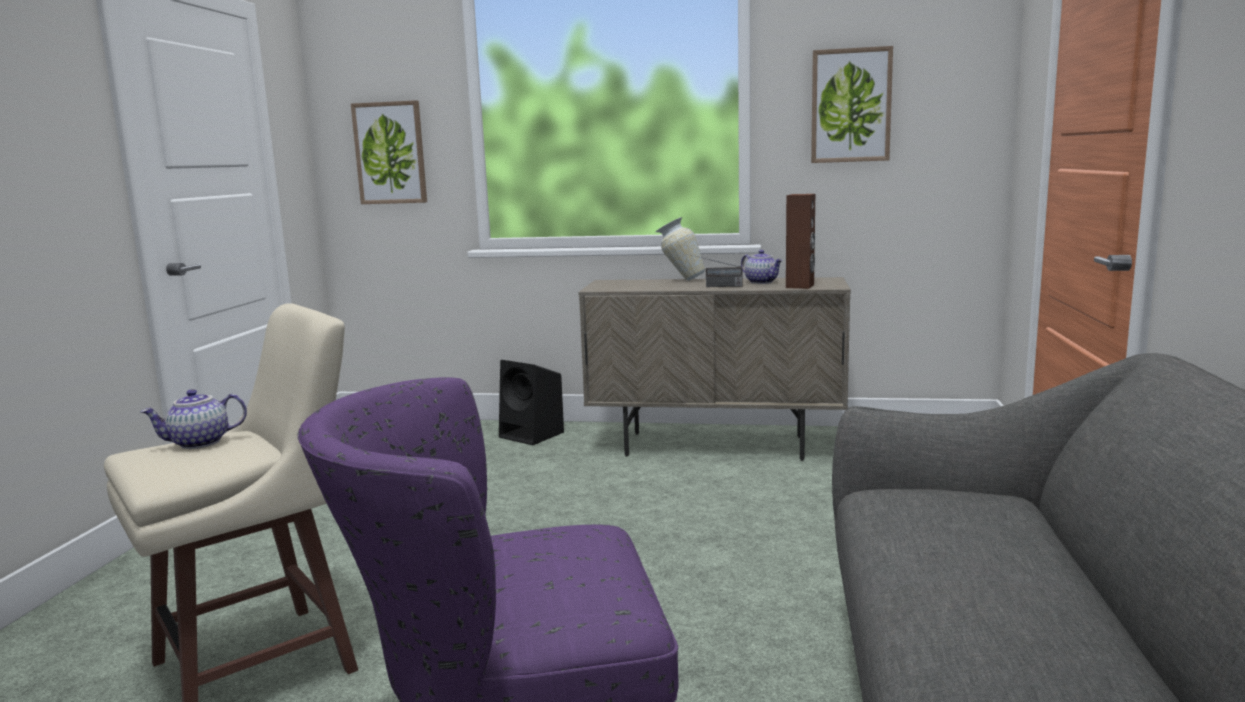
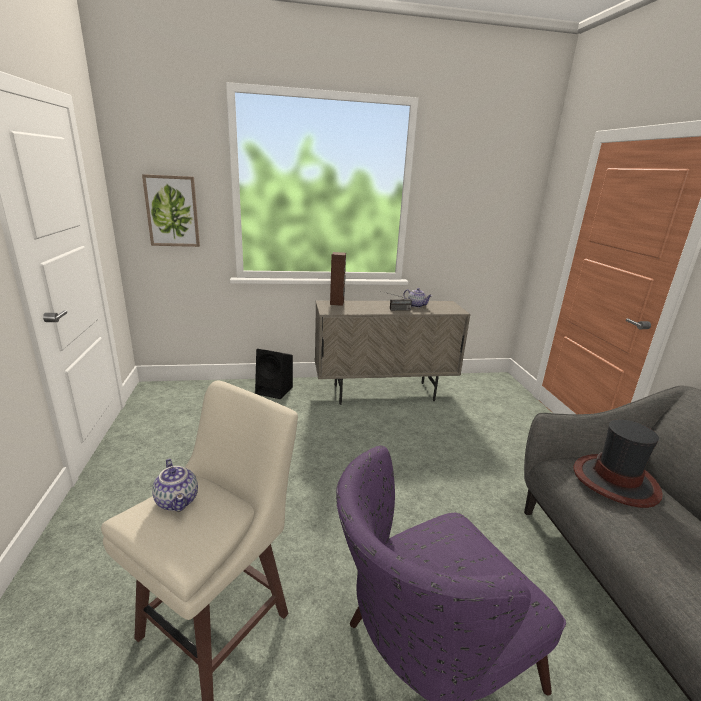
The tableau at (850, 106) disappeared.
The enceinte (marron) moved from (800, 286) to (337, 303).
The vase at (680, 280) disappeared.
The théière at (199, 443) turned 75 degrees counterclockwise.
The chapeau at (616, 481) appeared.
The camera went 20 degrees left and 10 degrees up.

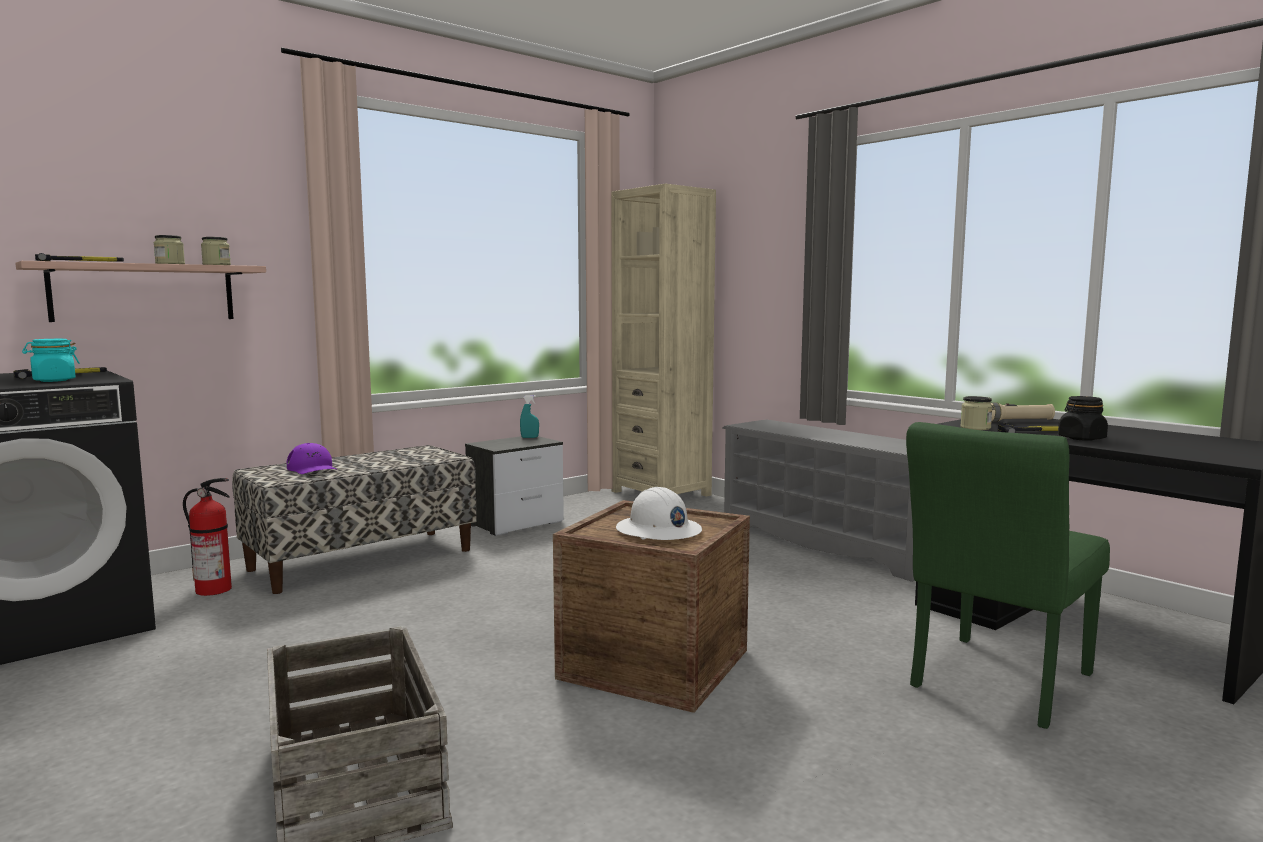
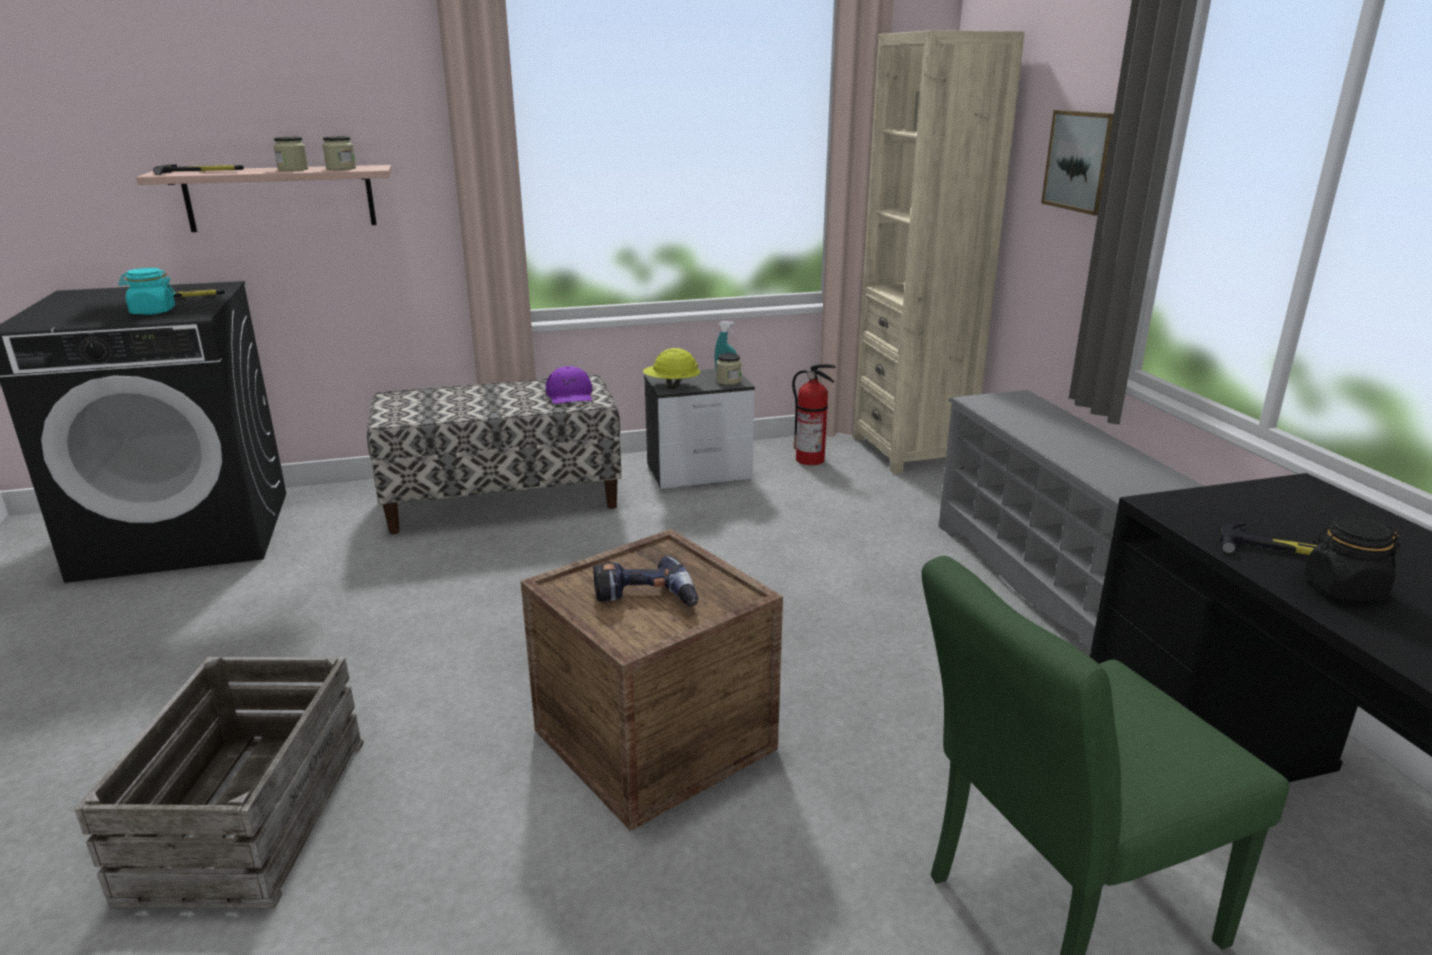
The bocal moved from (975, 428) to (728, 381).
The lampe de poche (beige) at (1016, 421) disappeared.
The casquette (violet) moved from (312, 468) to (570, 395).
The extincteur moved from (215, 589) to (811, 460).
The casque de chantier (blanc) at (658, 531) was replaced by the perceuse at (645, 600).
The tableau at (1084, 161) appeared.
The casque de chantier (jaune) at (671, 386) appeared.
The camera went 25 degrees right and 15 degrees up.

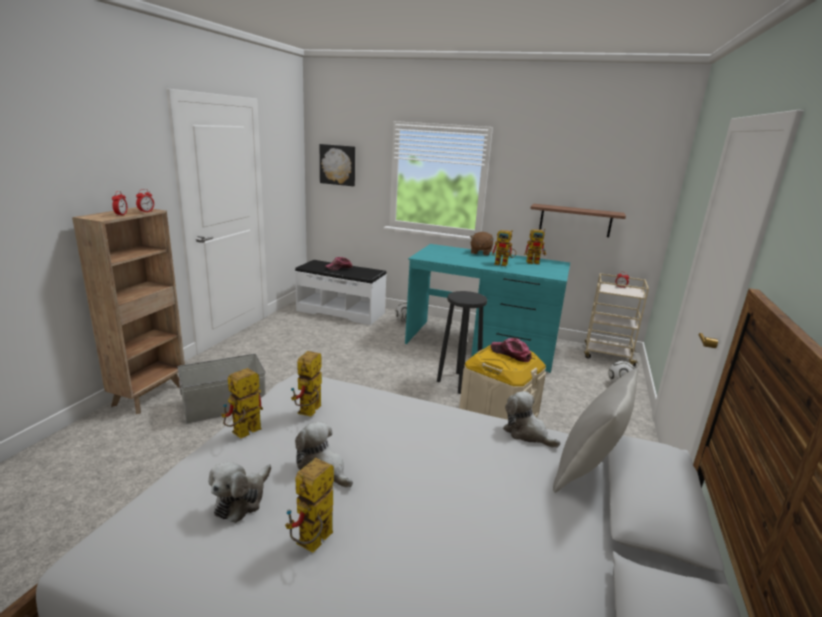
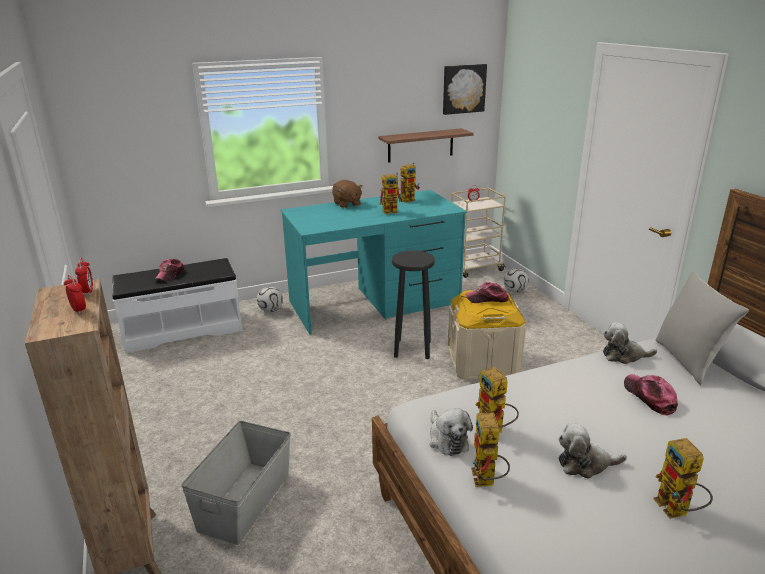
The tableau moved from (338, 165) to (463, 89).
The peluche moved from (242, 499) to (447, 439).
The casquette at (649, 397) appeared.
The camera went 40 degrees left and 5 degrees up.

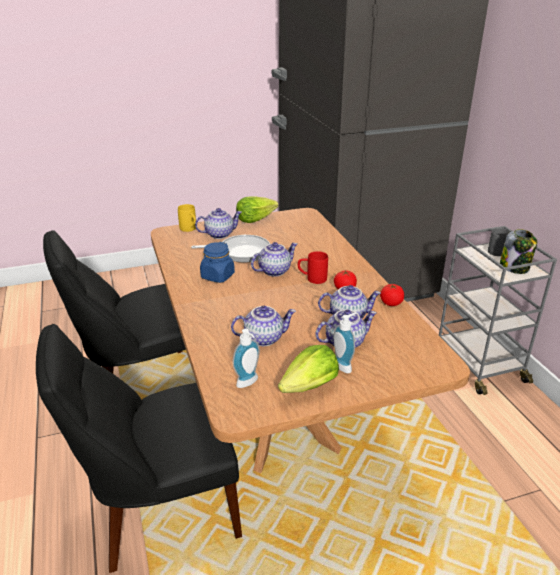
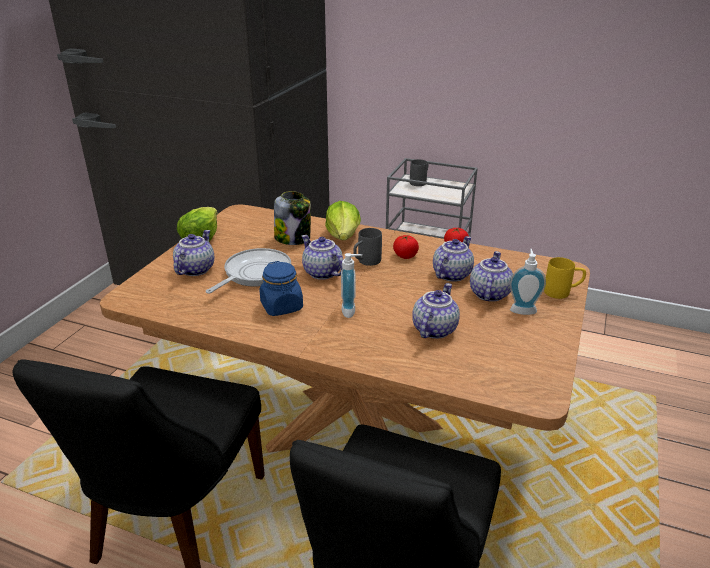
The mug (jaune) moved from (190, 229) to (562, 292).
The bocal moved from (515, 267) to (293, 238).
The théière at (274, 271) turned 45 degrees counterclockwise.
The mug (rouge) at (312, 279) became the mug (gris) at (365, 262).
The distributeur de savon moved from (249, 383) to (351, 310).
The laitue moved from (310, 386) to (343, 236).
The camera went 50 degrees left and 0 degrees up.

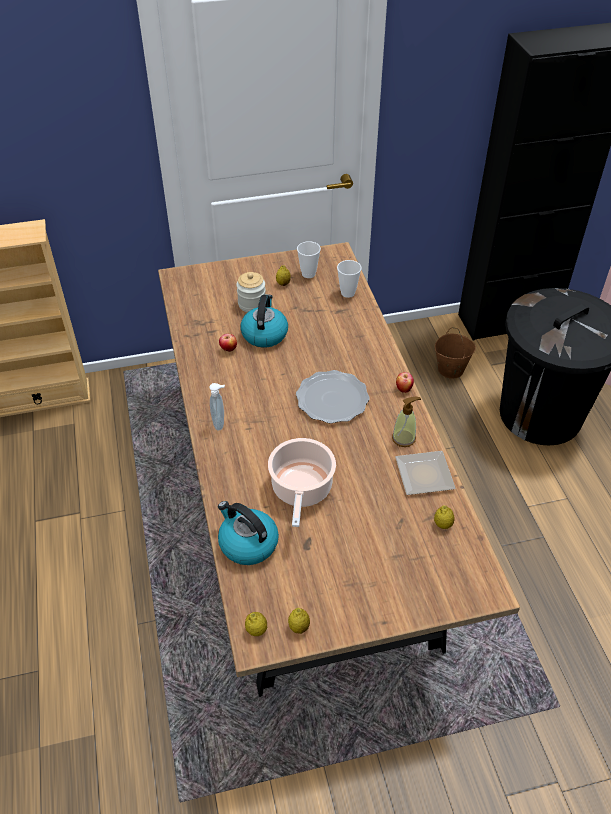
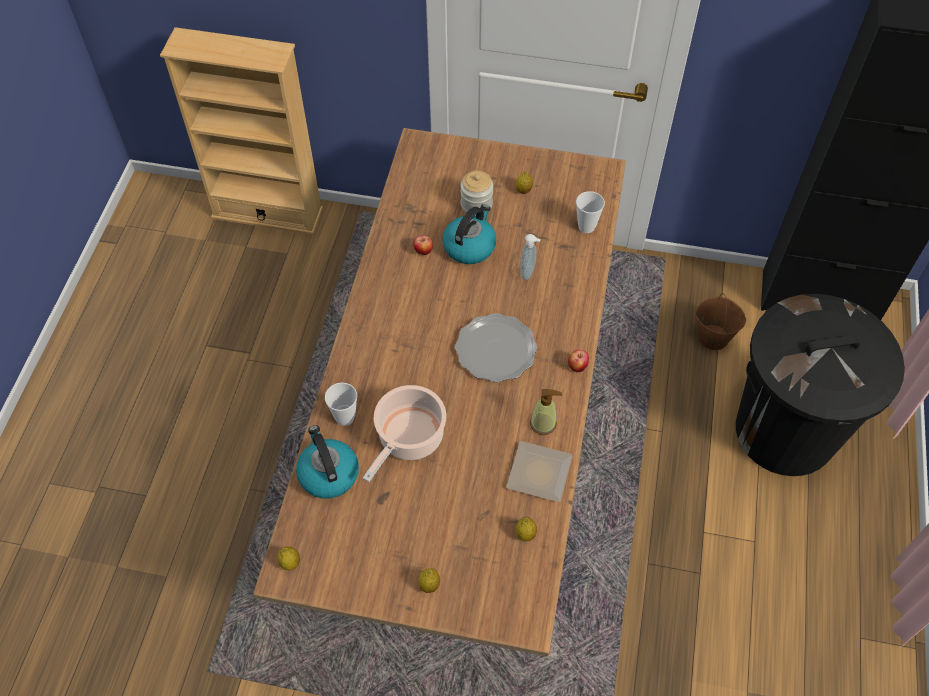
The tasse moved from (308, 274) to (345, 417).
The distributeur de savon moved from (220, 423) to (528, 272).
The citron moved from (299, 627) to (429, 585).
The camera went 25 degrees right and 10 degrees up.

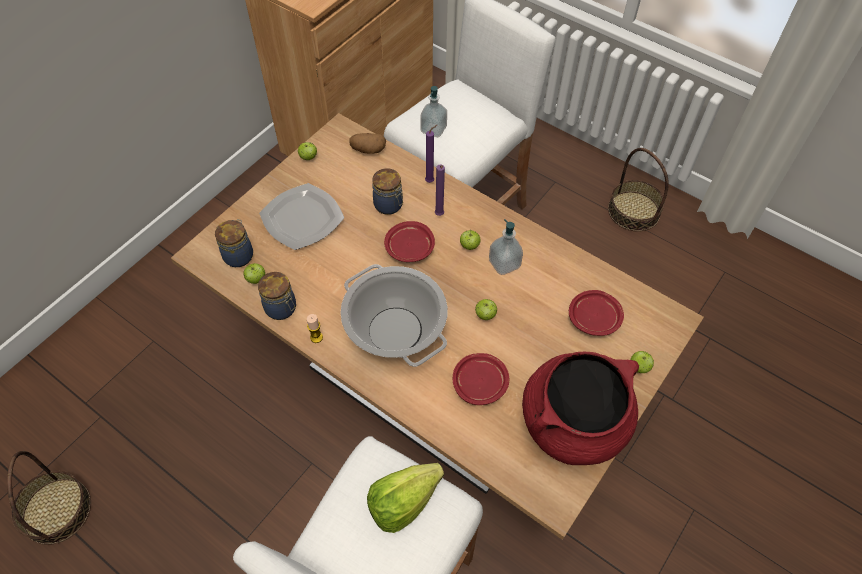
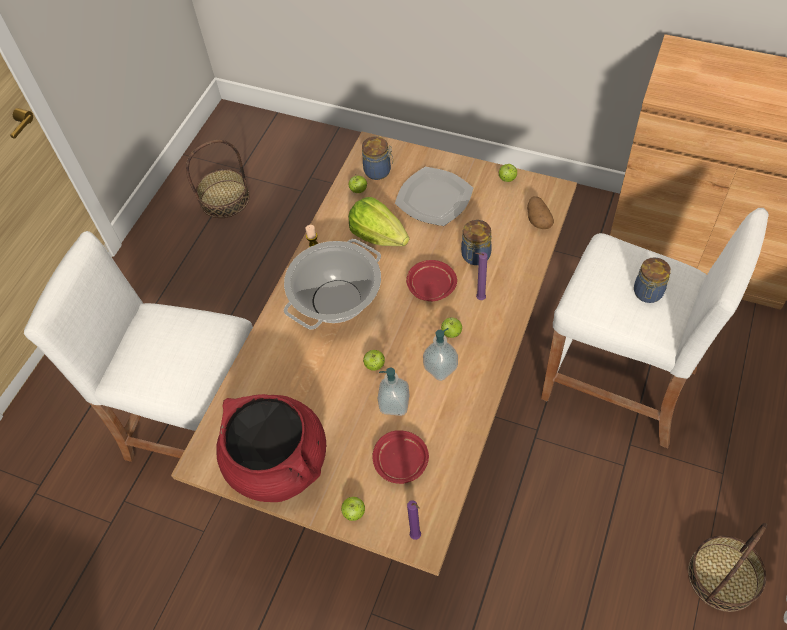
The distributeur de savon moved from (433, 129) to (394, 404).
The bougie (violet) moved from (431, 181) to (416, 537).
The bocal moved from (282, 309) to (647, 293).
The assiette (rouge) at (480, 383) disappeared.
The laitue moved from (403, 502) to (378, 235).
The camera went 80 degrees right and 0 degrees up.

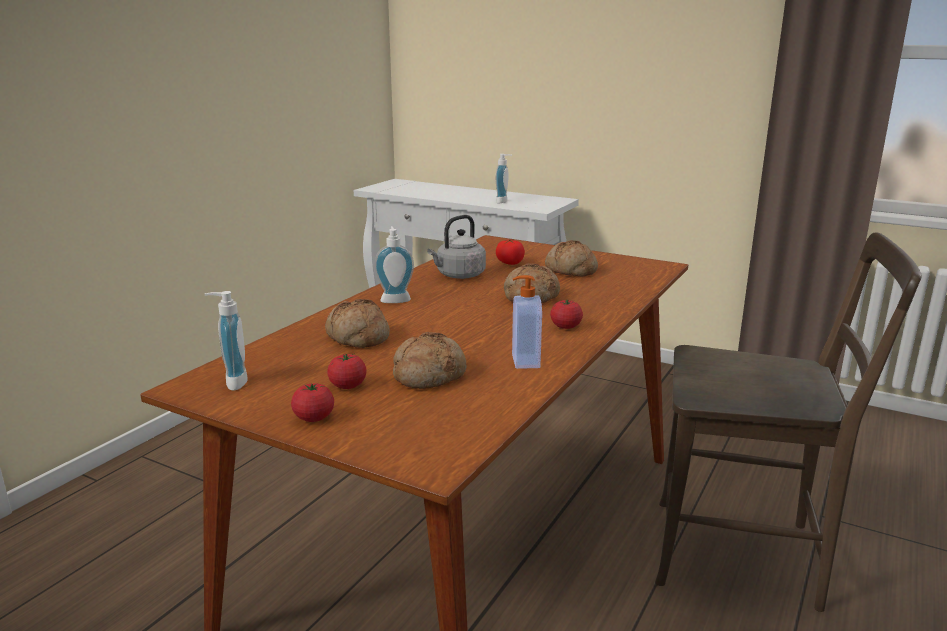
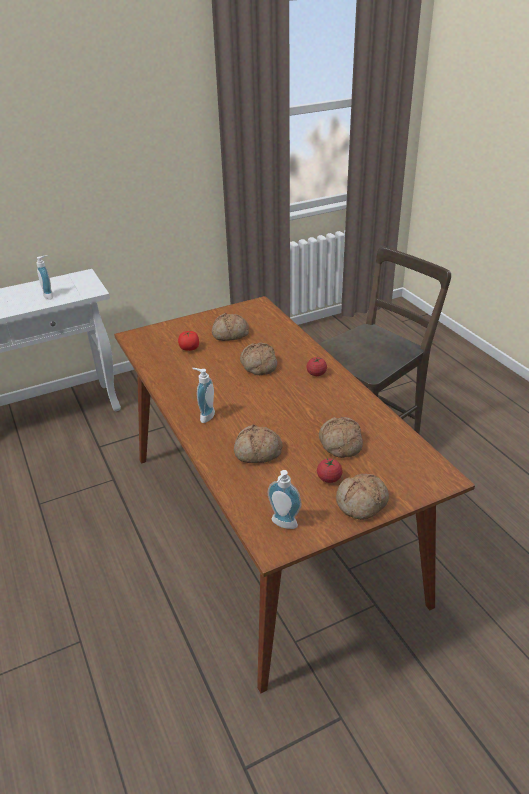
The bouilloire (gris) at (459, 275) disappeared.
The distributeur de savon at (524, 362) disappeared.
The tomate at (314, 418) was replaced by the pain at (362, 503).
The camera went 55 degrees left and 15 degrees up.

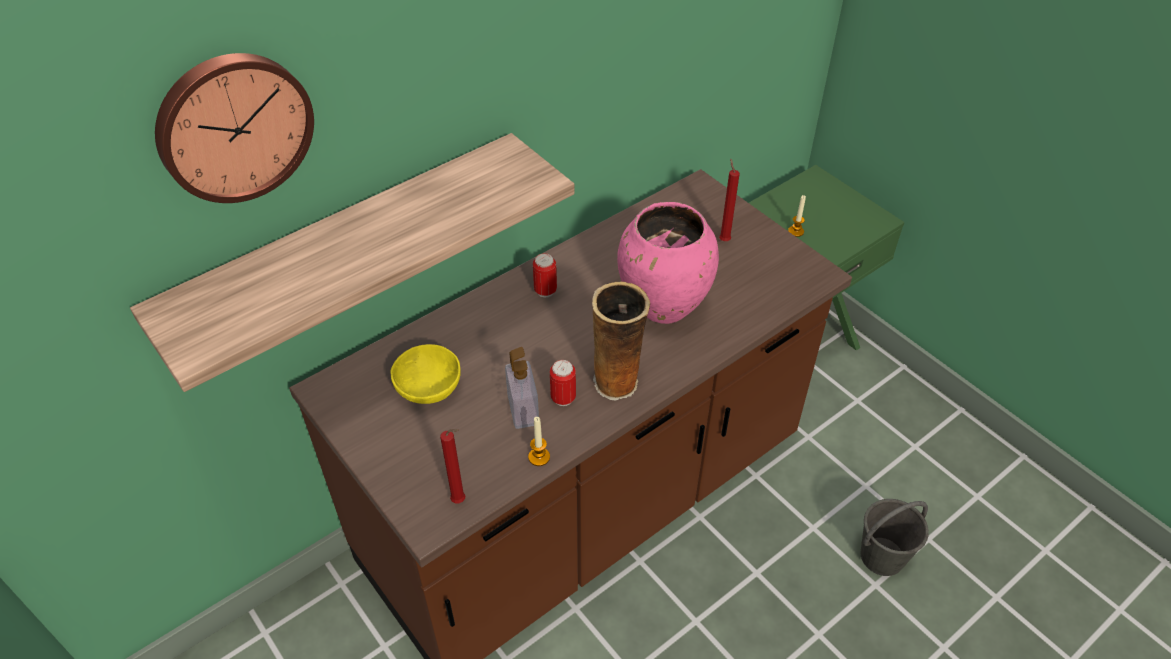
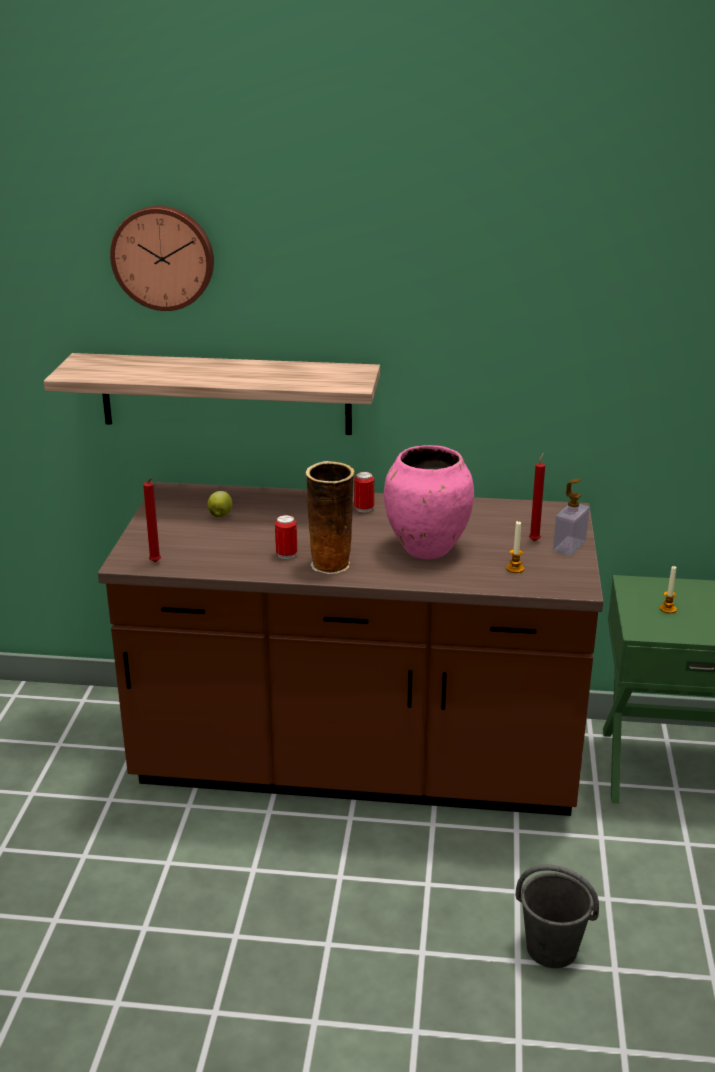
The bol (jaune) at (428, 389) was replaced by the pomme at (220, 515).
The distributeur de savon moved from (523, 410) to (569, 546).
The bougie moved from (539, 457) to (515, 568).
The camera went 45 degrees right and 20 degrees down.

